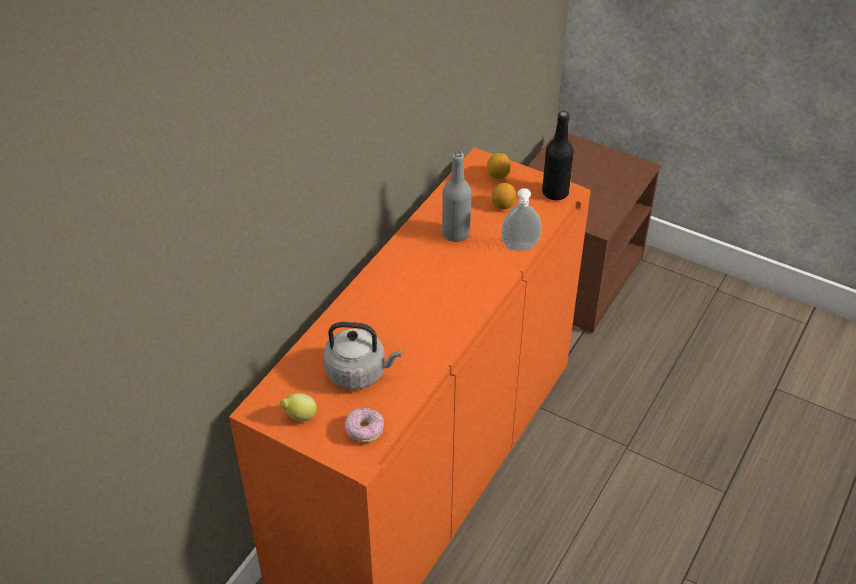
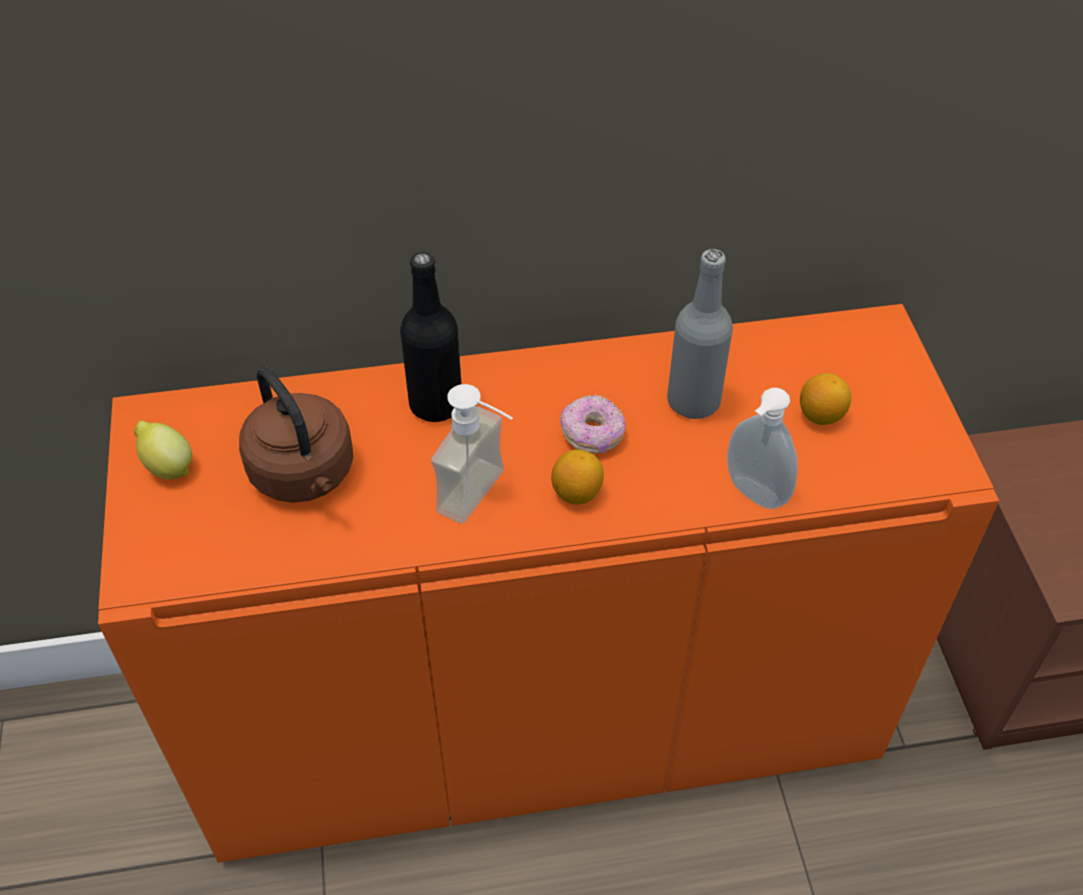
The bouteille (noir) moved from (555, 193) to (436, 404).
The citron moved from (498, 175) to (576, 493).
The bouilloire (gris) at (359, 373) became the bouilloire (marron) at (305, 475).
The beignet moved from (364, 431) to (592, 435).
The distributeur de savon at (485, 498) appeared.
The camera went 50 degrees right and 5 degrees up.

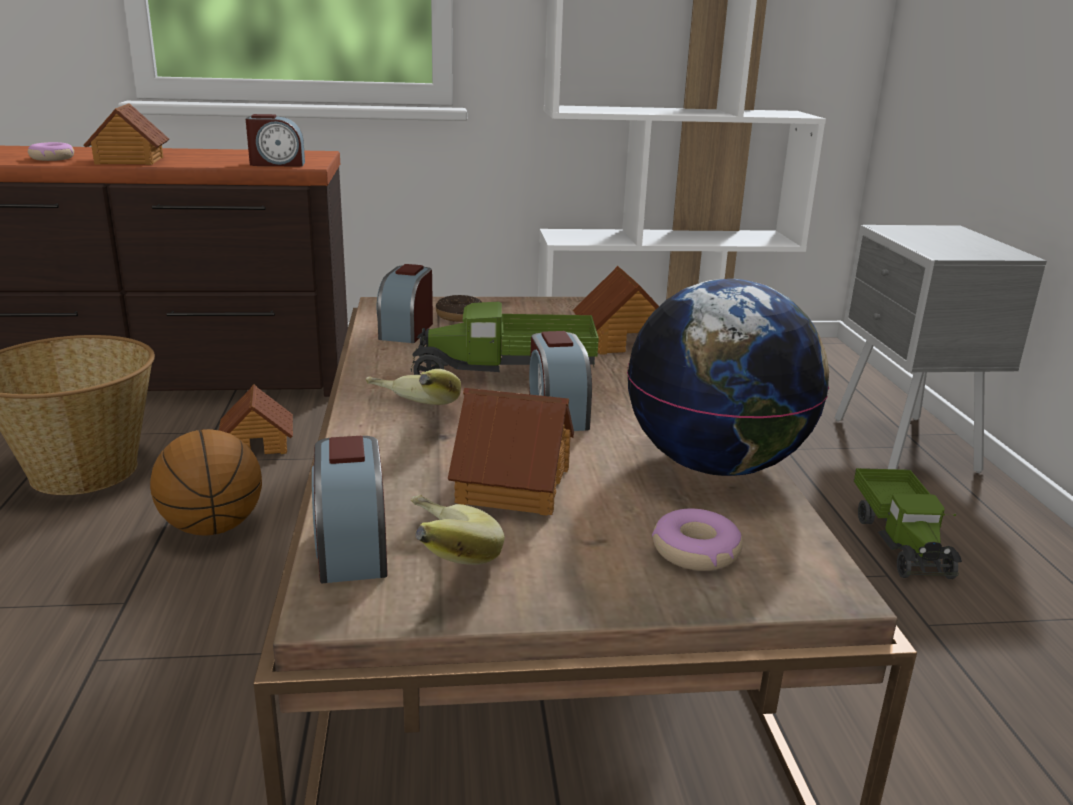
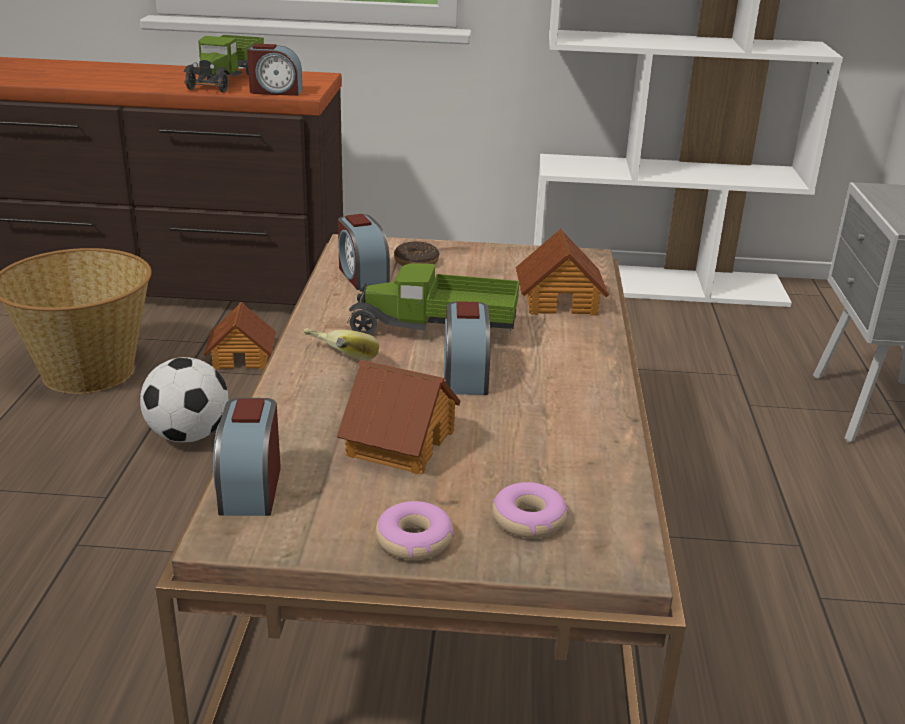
The maison miniature at (129, 160) disappeared.
The beignet moved from (52, 158) to (414, 540).
The réveil at (406, 330) turned 45 degrees counterclockwise.
The globe at (716, 465) disappeared.
The ballon de basket at (213, 527) was replaced by the ballon de foot at (188, 435).
The camion jouet moved from (901, 540) to (226, 80).
The banane at (438, 562) disappeared.
The camera went 10 degrees right and 5 degrees up.

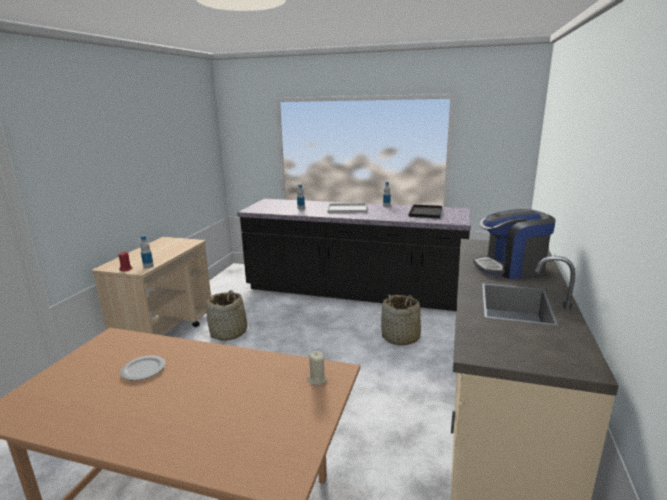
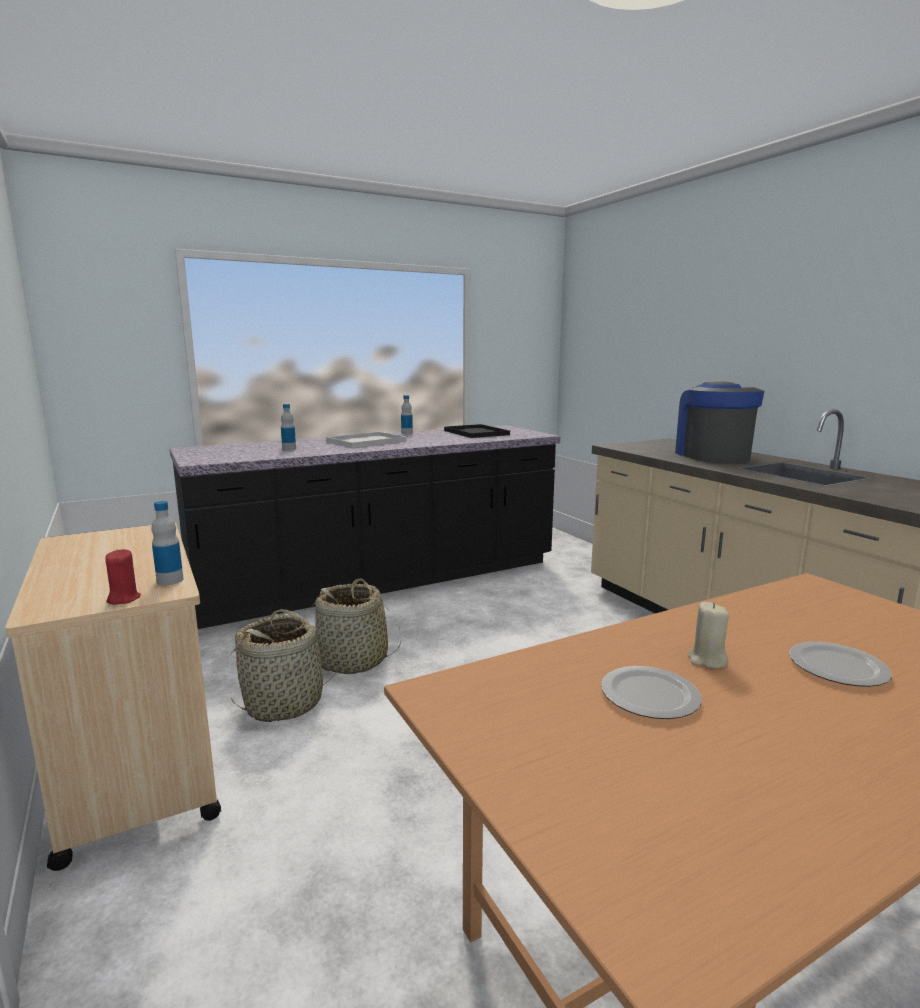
The machine à café at (510, 268) turned 135 degrees clockwise.
The panier moved from (400, 338) to (354, 660).
The bougie (beige) moved from (317, 380) to (707, 660).
The assiette at (836, 667) appeared.
The camera went 45 degrees left and 5 degrees down.

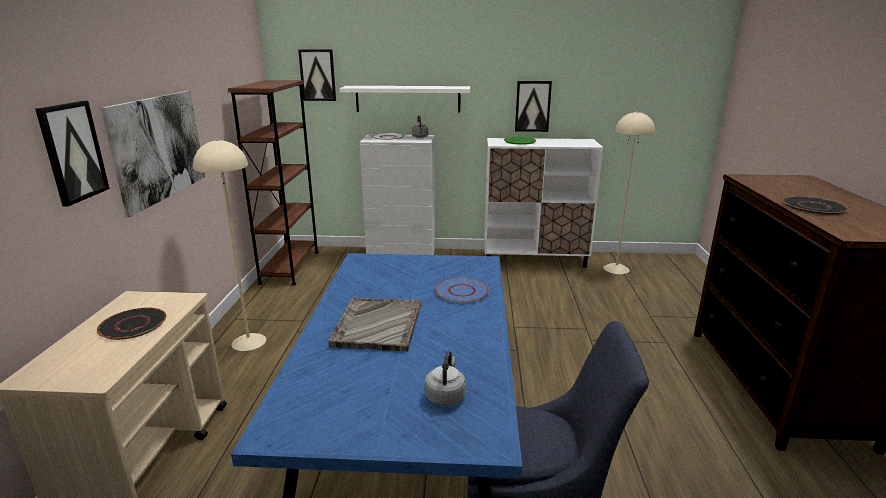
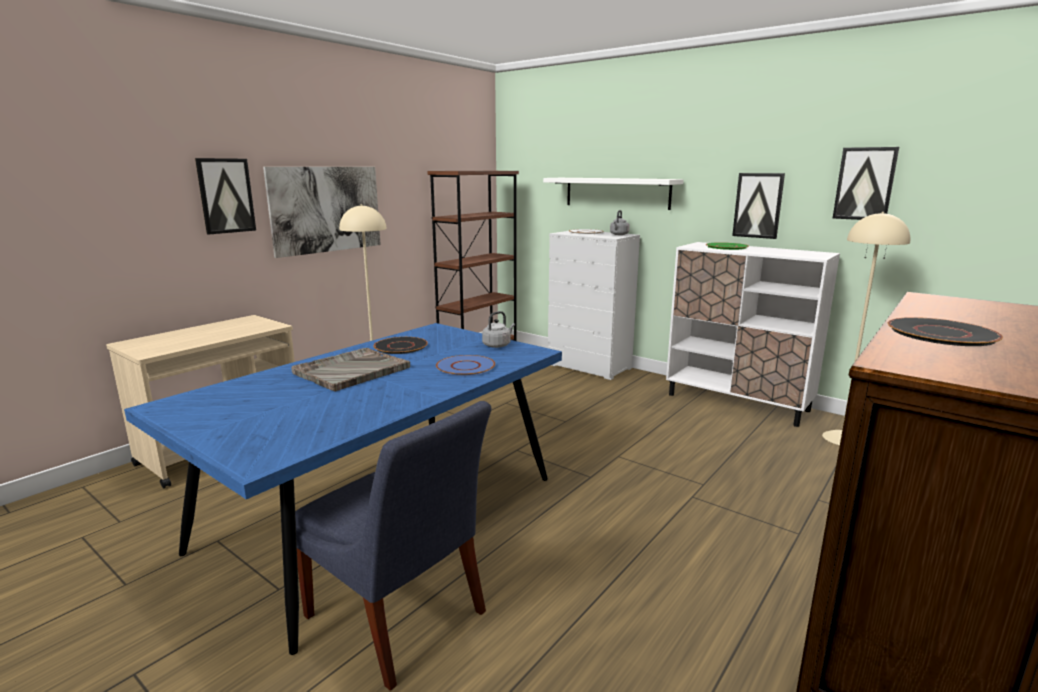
The tableau moved from (317, 75) to (865, 184).
The assiette (noir) moved from (132, 324) to (400, 346).
The bouilloire (gris) moved from (445, 396) to (498, 345).
The camera went 35 degrees right and 5 degrees down.

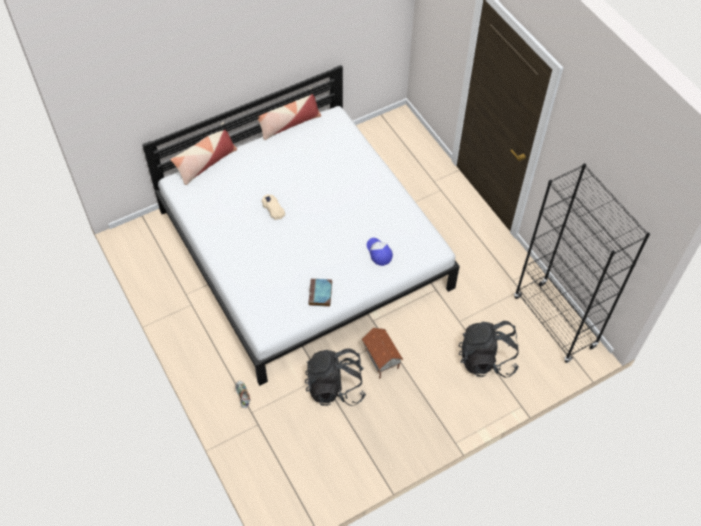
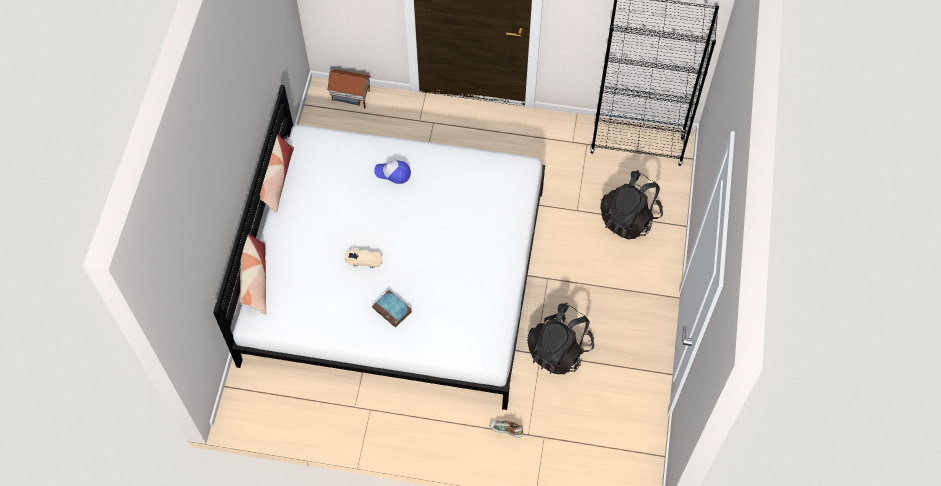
The casquette moved from (378, 253) to (393, 173).
The livre moved from (320, 294) to (393, 310).
The maison miniature moved from (380, 360) to (351, 97).
The camera went 50 degrees left and 5 degrees up.

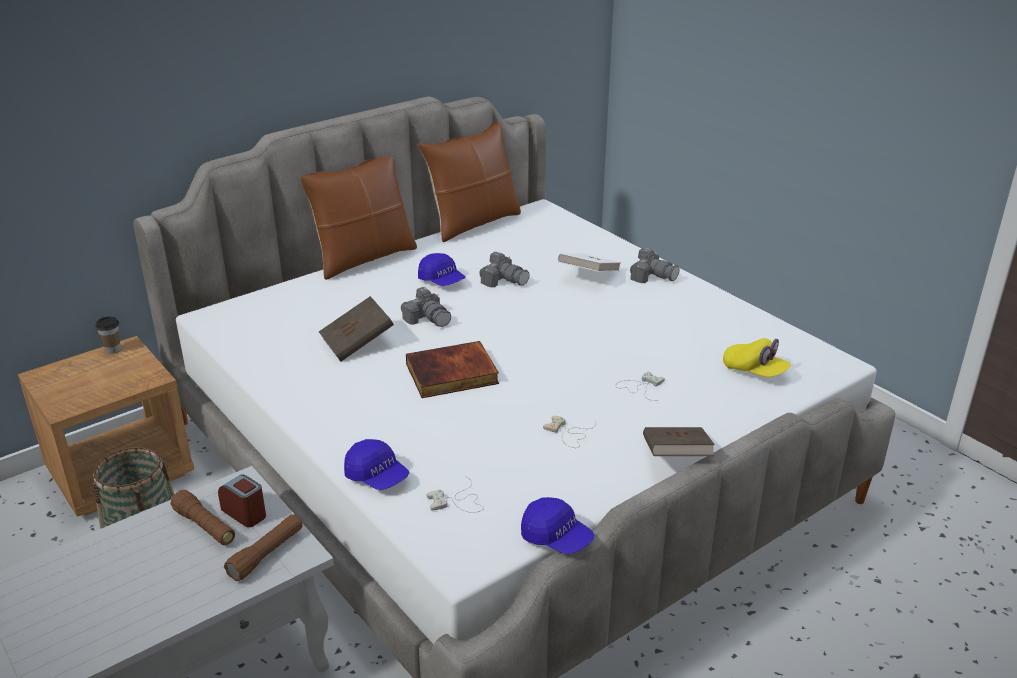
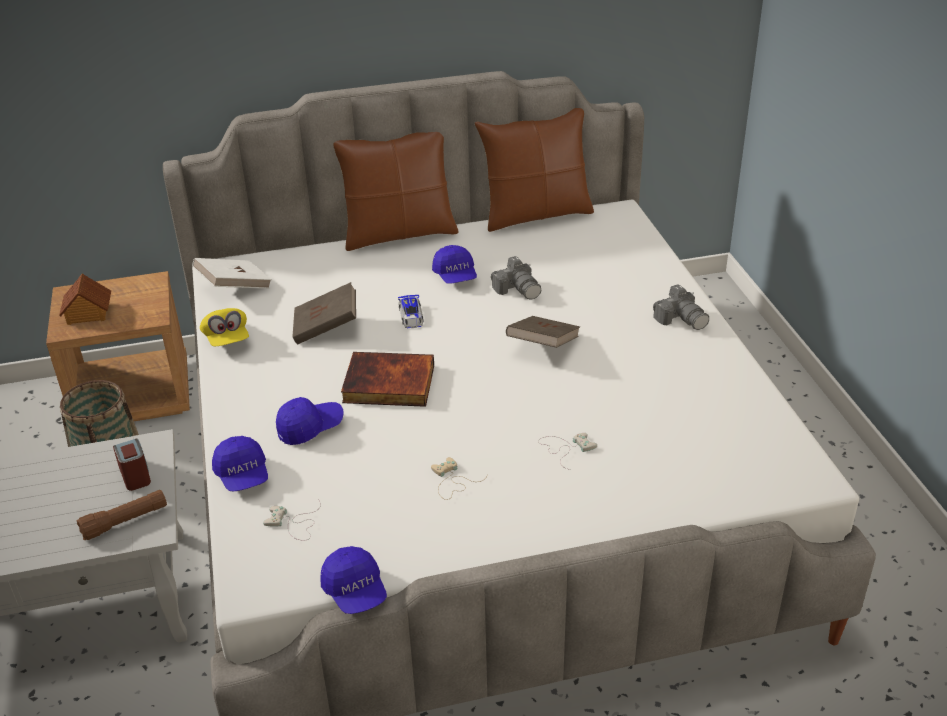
The livre (blanc) moved from (588, 276) to (234, 287).
The appareil photo at (428, 318) was replaced by the petite voiture at (411, 316).
The tasse at (113, 350) disappeared.
The casquette (jaune) moved from (754, 371) to (227, 339).
The livre (marron) moved from (675, 457) to (543, 346).
The lampe de poche (marron) at (205, 526) disappeared.
The maison miniature at (87, 313) appeared.
The casquette (bleu) at (310, 428) appeared.
The camera went 25 degrees right and 5 degrees up.

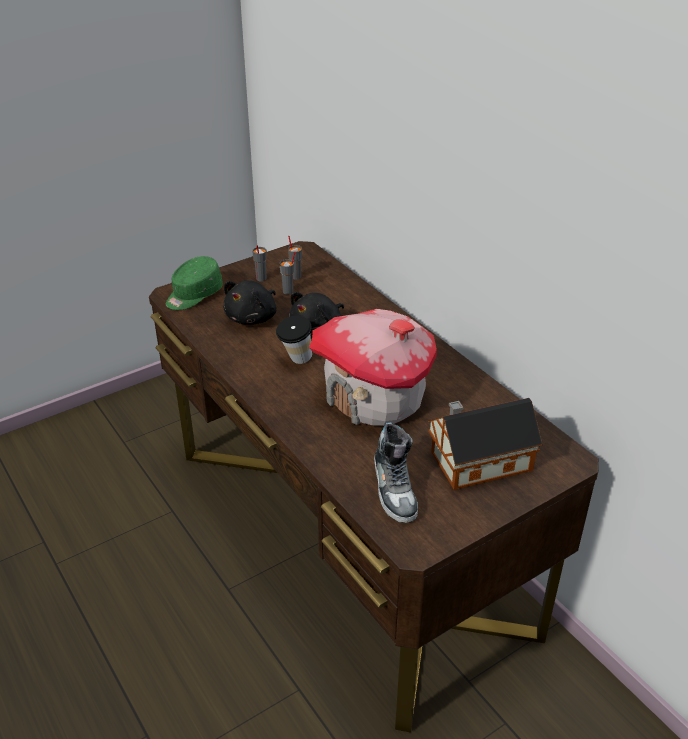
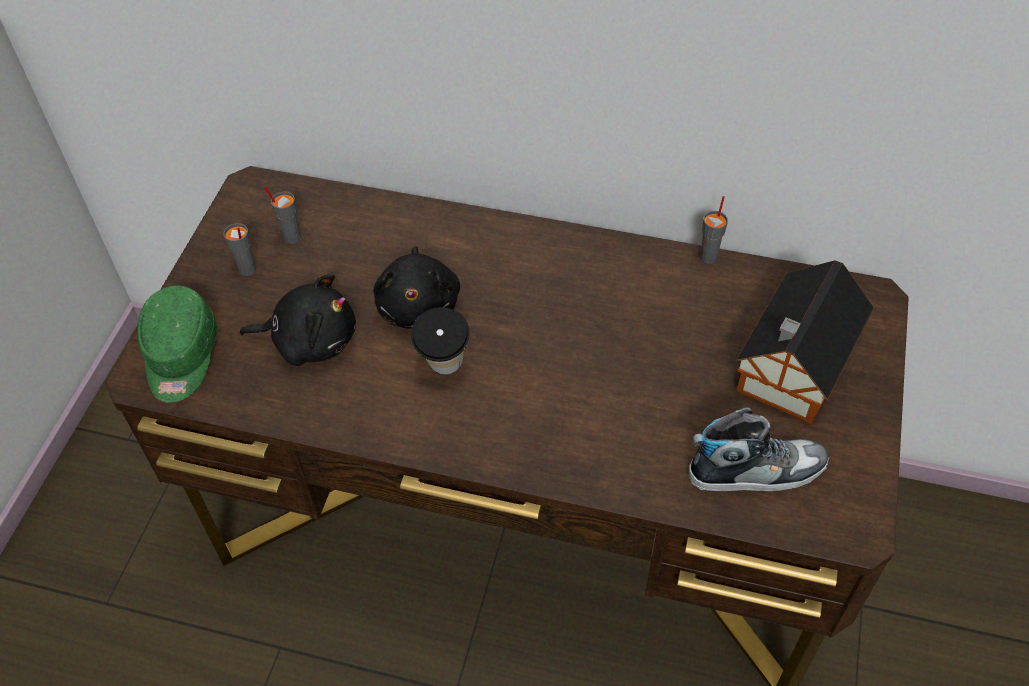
The tasse (gris) moved from (288, 291) to (709, 257).
The peluche (noir) at (253, 317) turned 75 degrees counterclockwise.
The maison miniature at (374, 398) disappeared.
The chaussure at (395, 489) turned 45 degrees counterclockwise.
The camera went 40 degrees left and 15 degrees up.

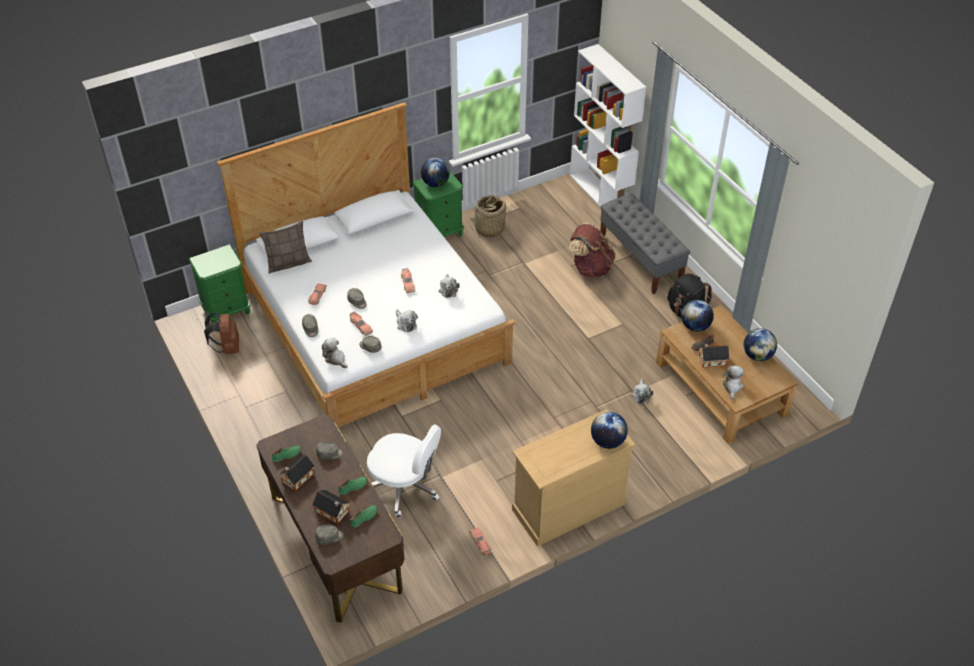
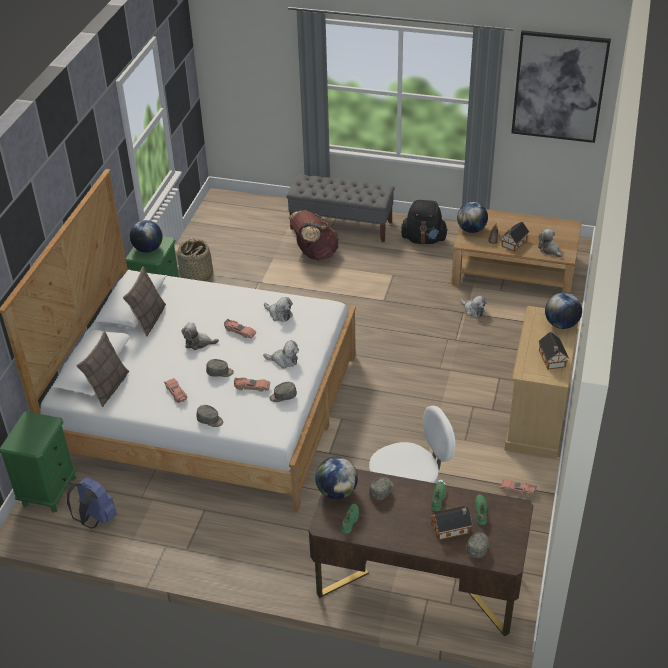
The bibliothèque (blanc) at (601, 194) disappeared.
The sac à dos (marron) at (227, 348) became the sac à dos (bleu) at (96, 519).
The globe moved from (757, 355) to (337, 491).
The peluche moved from (335, 359) to (198, 343).
The maison miniature moved from (297, 478) to (552, 359).
The tableau at (559, 86) appeared.
The coussin at (148, 319) appeared.
The camera went 45 degrees left and 5 degrees down.

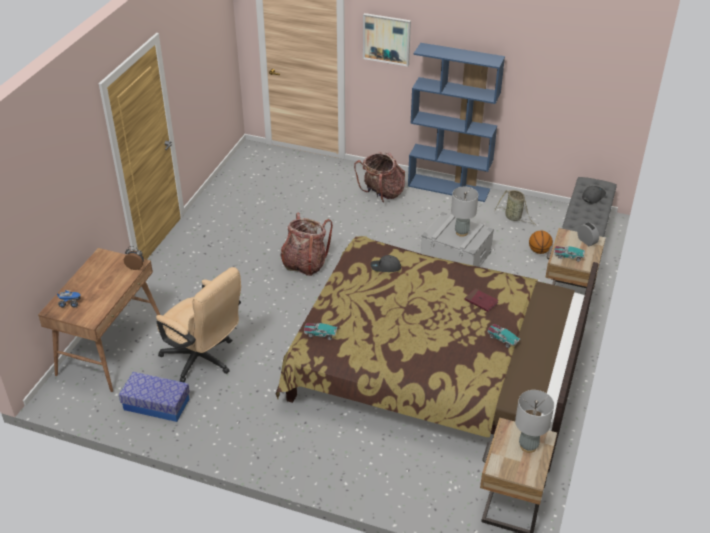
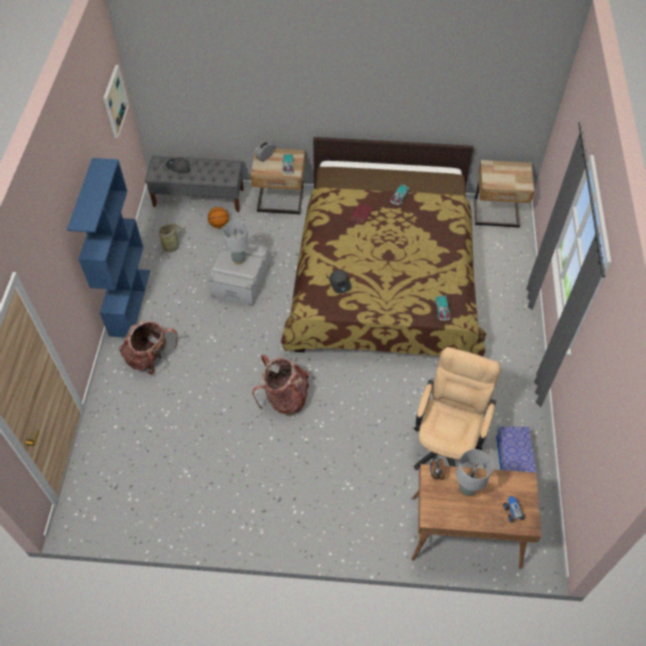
The tableau moved from (386, 39) to (114, 101).
The lampe de table (gris) moved from (528, 446) to (467, 489).
The camera went 105 degrees left and 15 degrees up.

